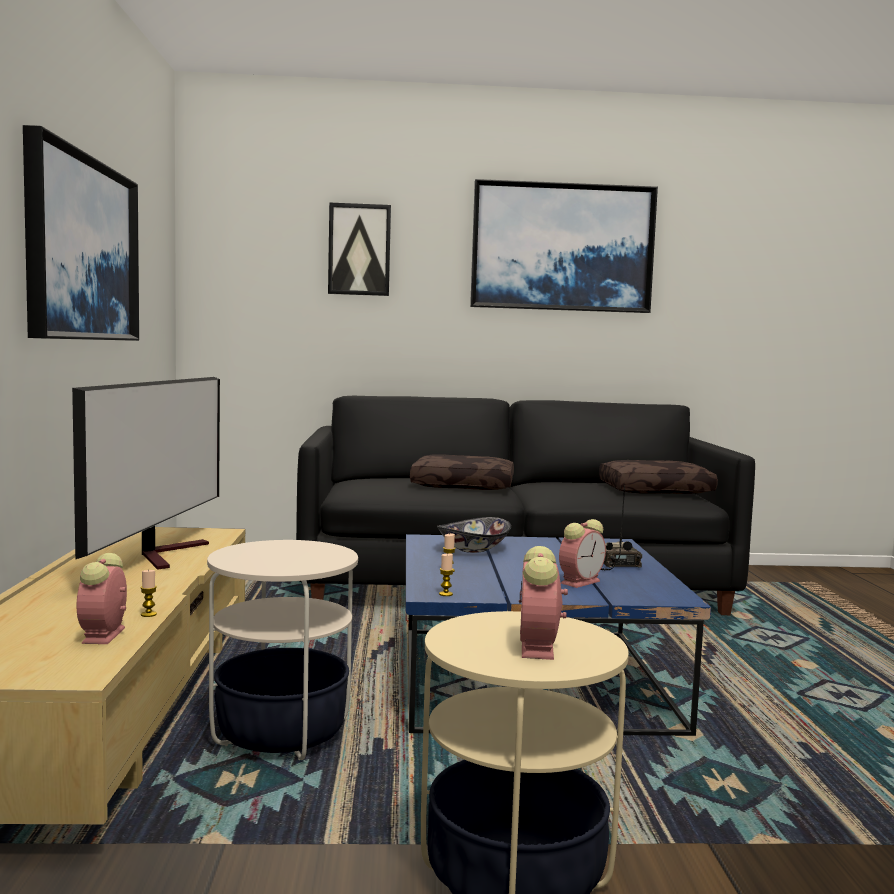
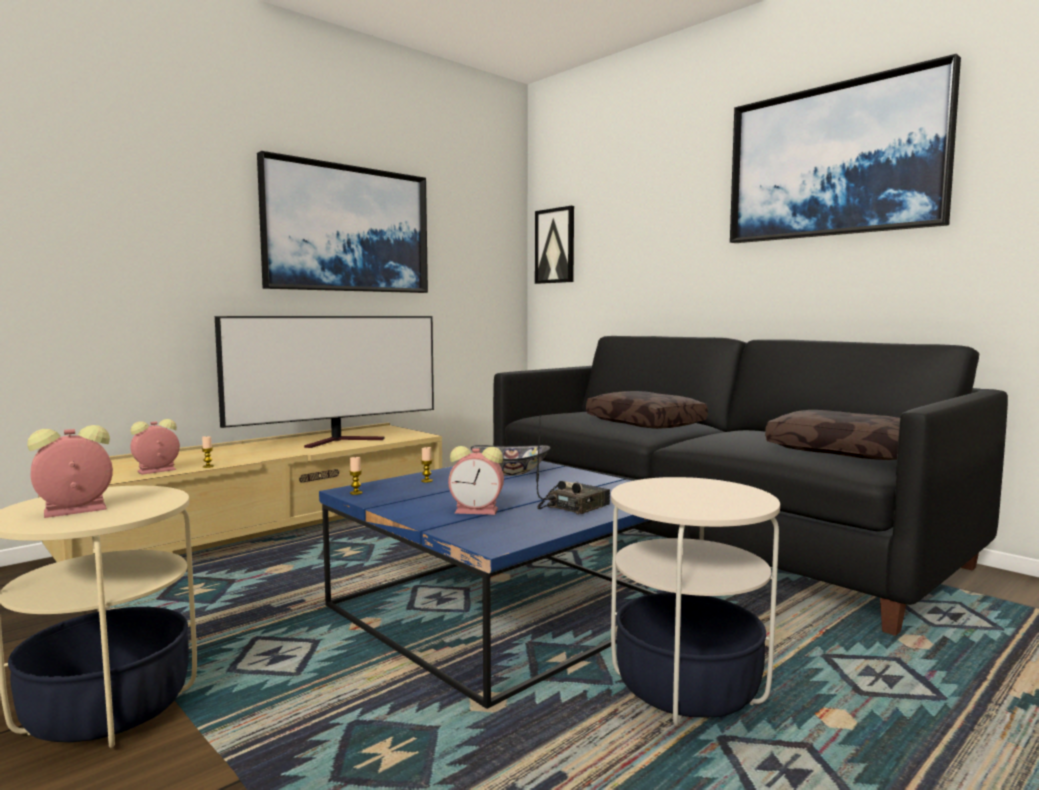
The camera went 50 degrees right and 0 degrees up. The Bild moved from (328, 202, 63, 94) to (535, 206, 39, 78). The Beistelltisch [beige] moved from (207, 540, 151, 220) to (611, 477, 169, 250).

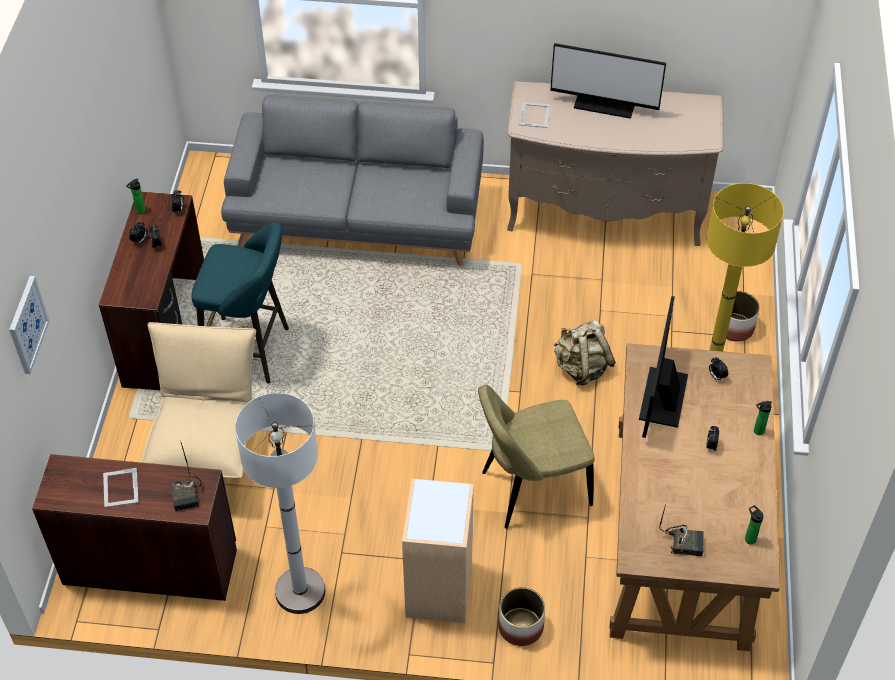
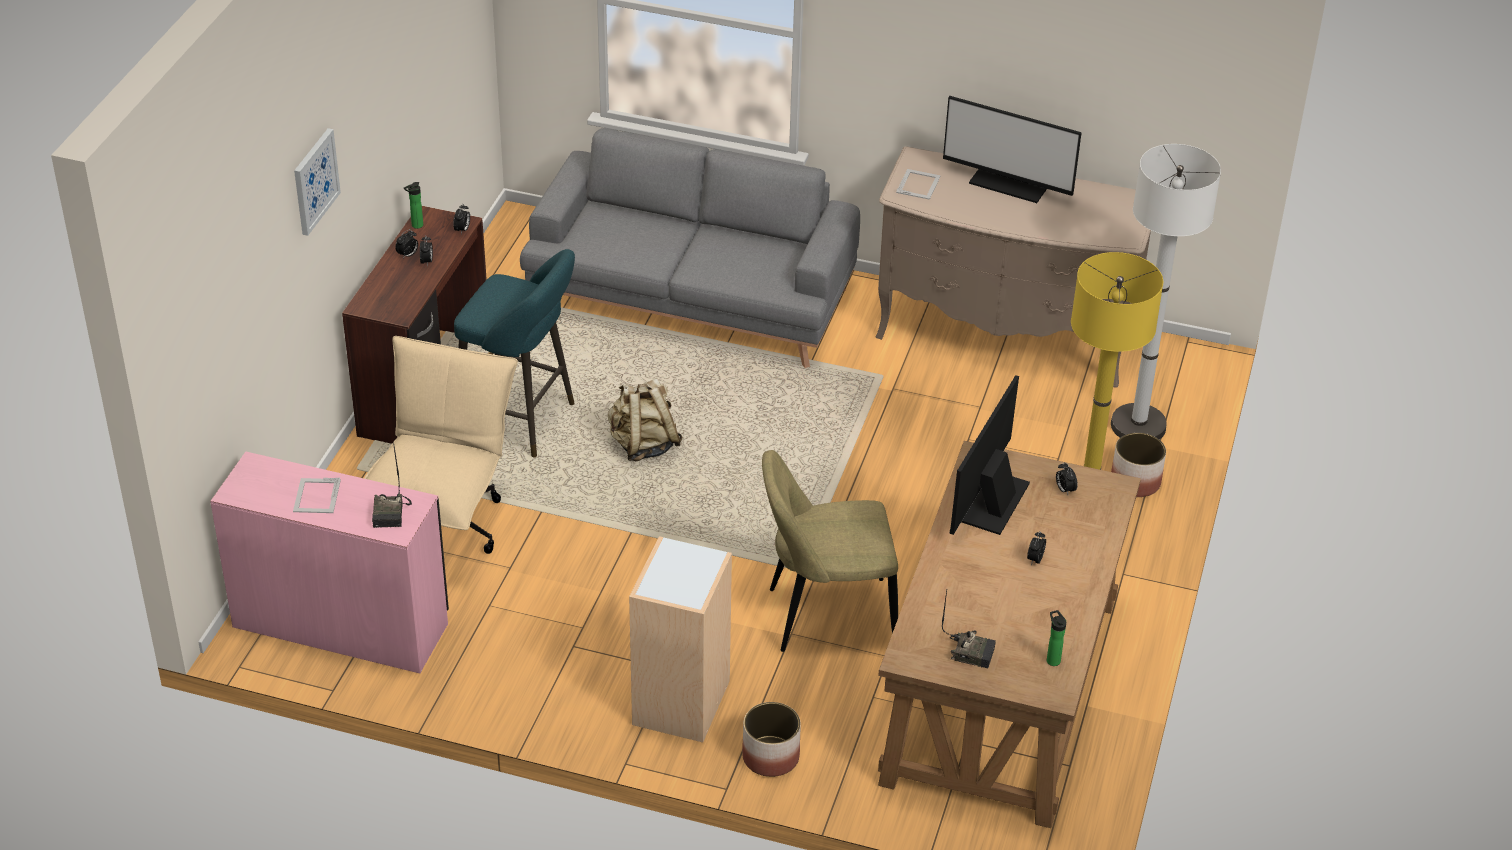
The camera went 10 degrees right and 10 degrees down. The Bild moved from (9, 276, 40, 98) to (294, 128, 47, 108). The Rucksack [beige] moved from (554, 320, 62, 65) to (608, 378, 75, 83). The Stehlampe [weiß] moved from (235, 393, 90, 221) to (1111, 144, 110, 296). The Flasche at (754, 401, 18, 34) disappeared. The Schreibtisch [braun] at (32, 454, 205, 147) became the Schreibtisch [rosa] at (210, 452, 239, 221).

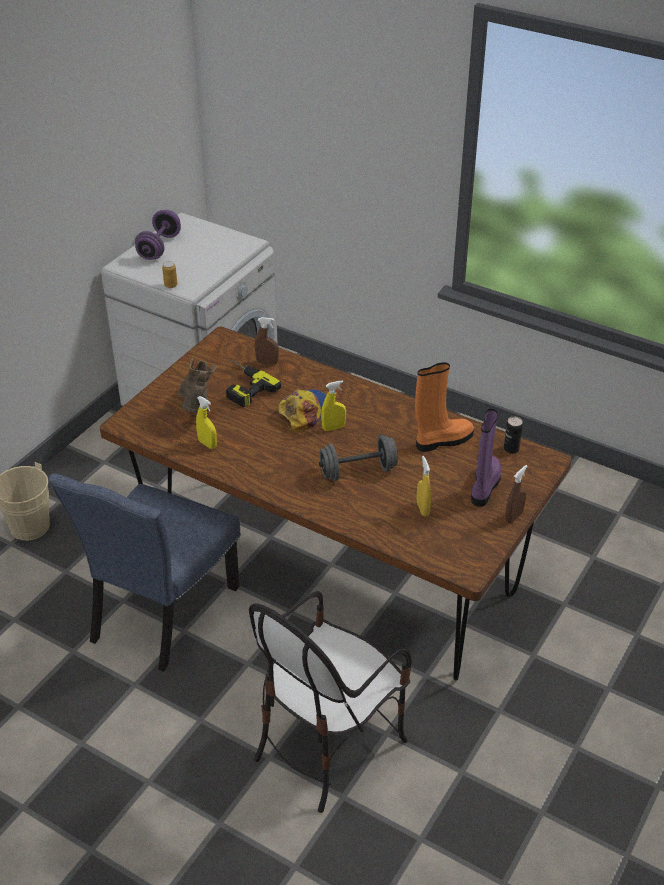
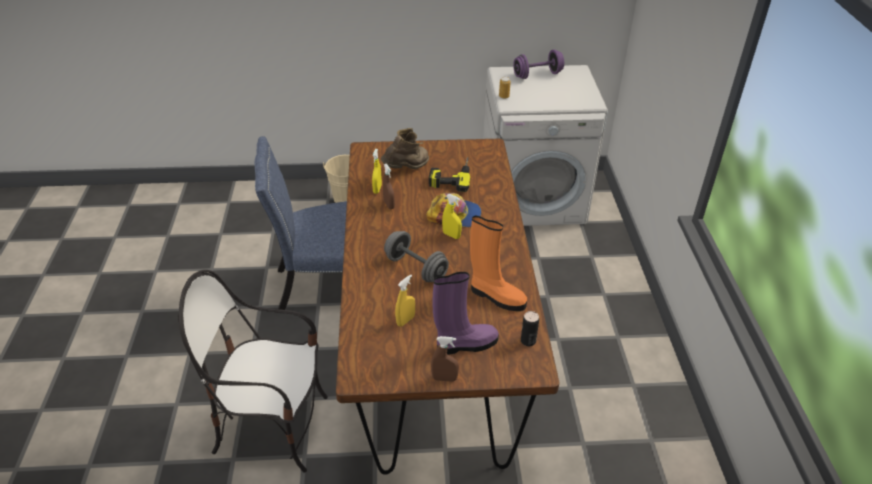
The camera went 55 degrees right and 0 degrees up. The Sprühflasche [braun] moved from (255, 317, 24, 47) to (383, 164, 12, 45).

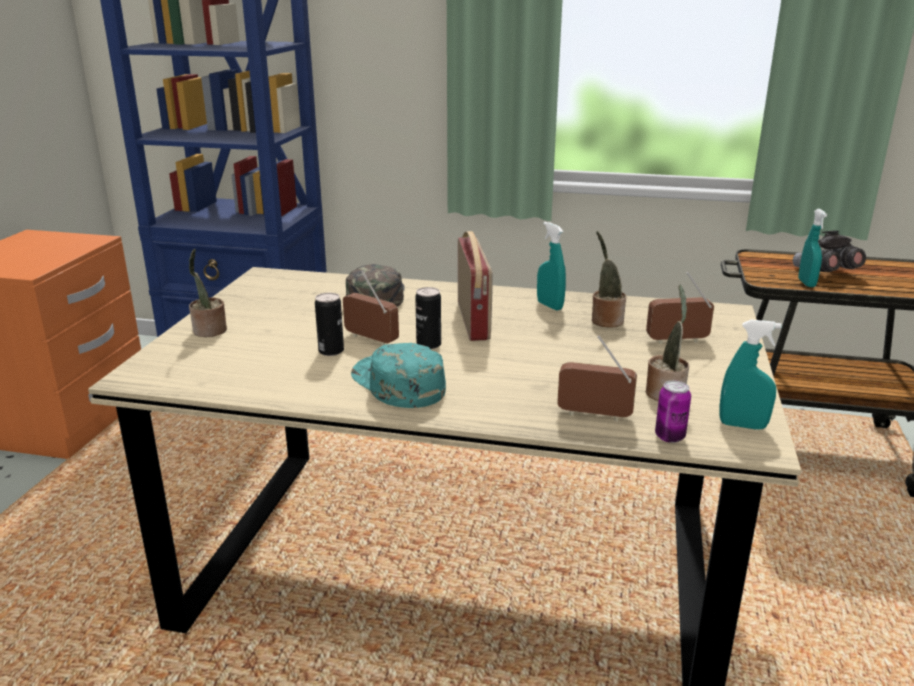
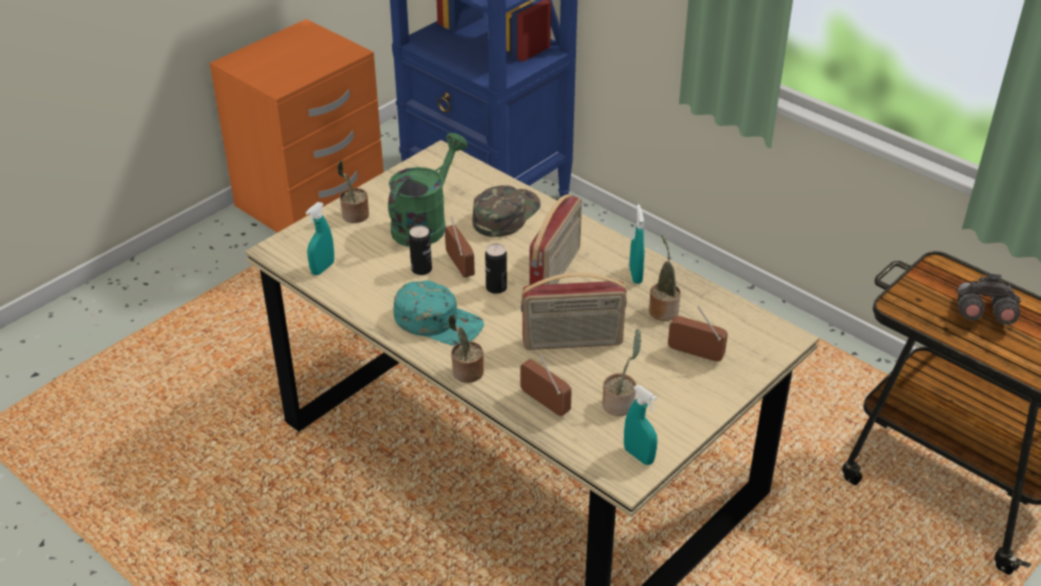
The camera went 30 degrees right and 15 degrees up. The Sprühflasche [türkis] moved from (798, 209, 29, 78) to (305, 202, 29, 73). The Kappe [türkis] at (351, 343, 95, 65) turned 120 degrees clockwise. The Dose at (655, 381, 36, 62) disappeared. The Gießkanne [grün] at (388, 133, 80, 114) appeared. The Radio at (521, 272, 106, 78) appeared. The Topfpflanze at (448, 314, 36, 69) appeared.

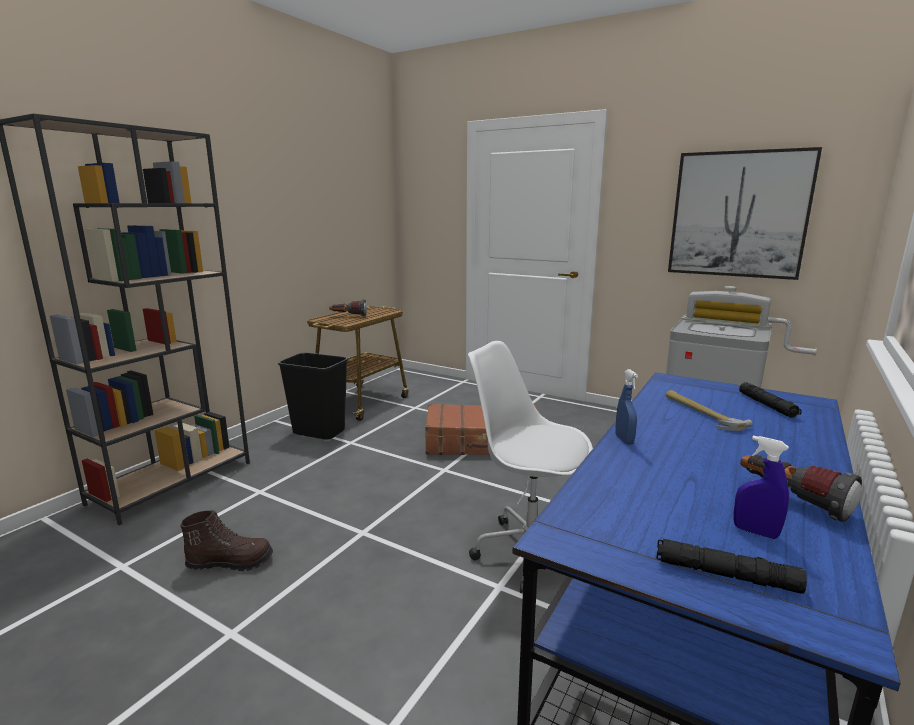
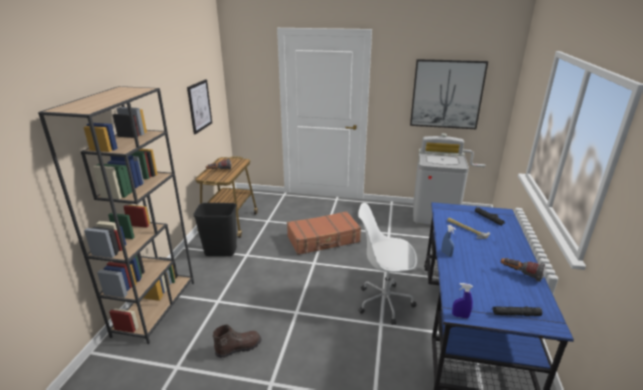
The camera went 20 degrees left and 10 degrees up. The Sprühflasche [blau] moved from (734, 436, 55, 103) to (452, 283, 21, 36). The Bild at (187, 79, 25, 55) appeared.

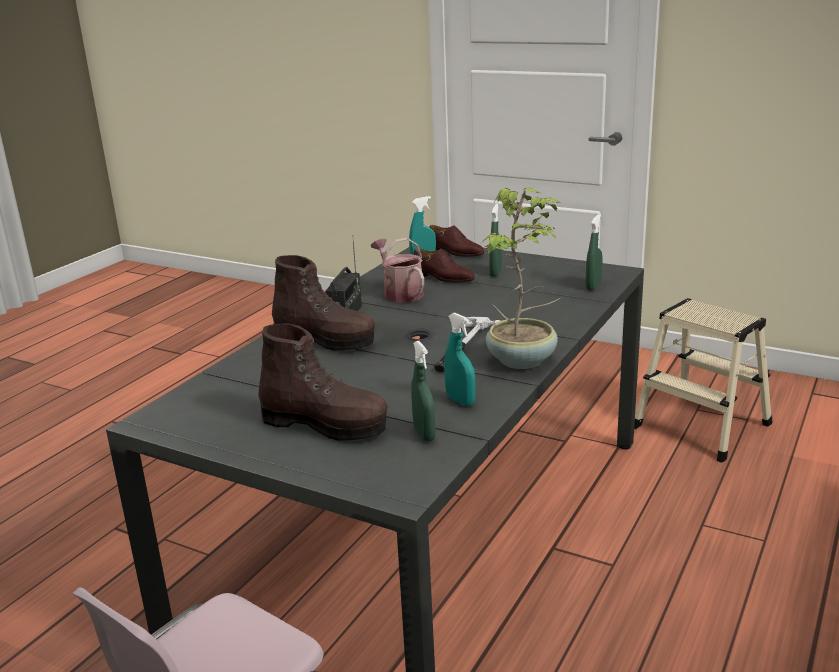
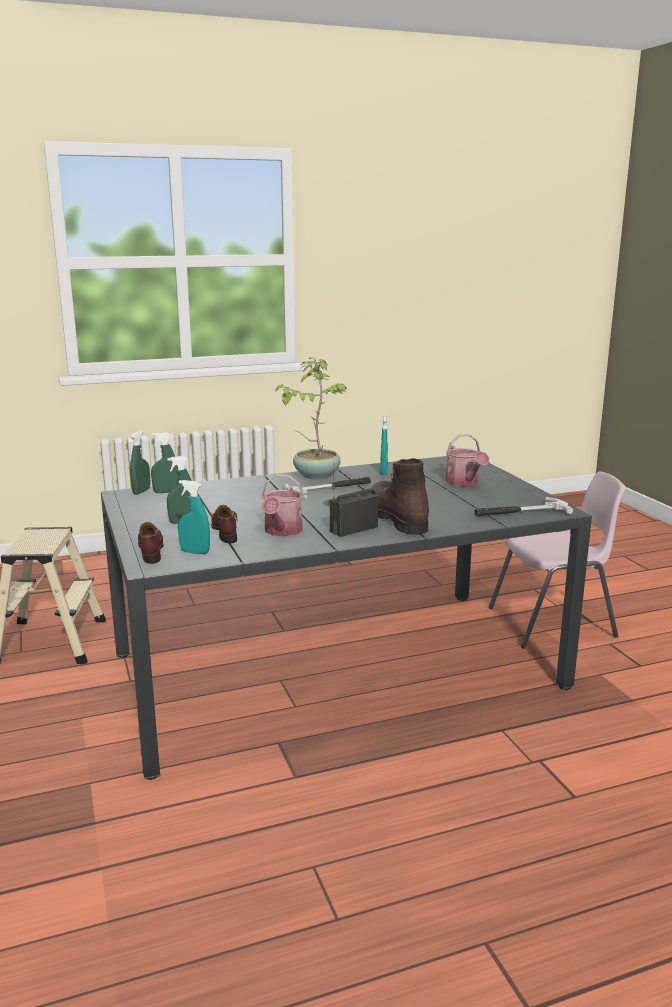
The camera went 140 degrees left and 5 degrees down. The Stiefel [braun] at (258, 323, 129, 118) was replaced by the Gießkanne at (446, 434, 43, 53). The Sprühflasche [grün] moved from (411, 341, 25, 100) to (130, 430, 20, 65). The Hammer at (475, 497, 98, 19) appeared.

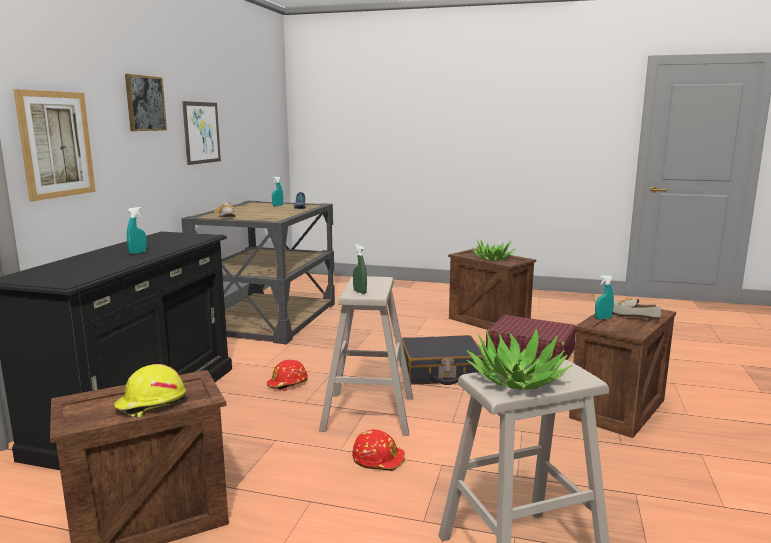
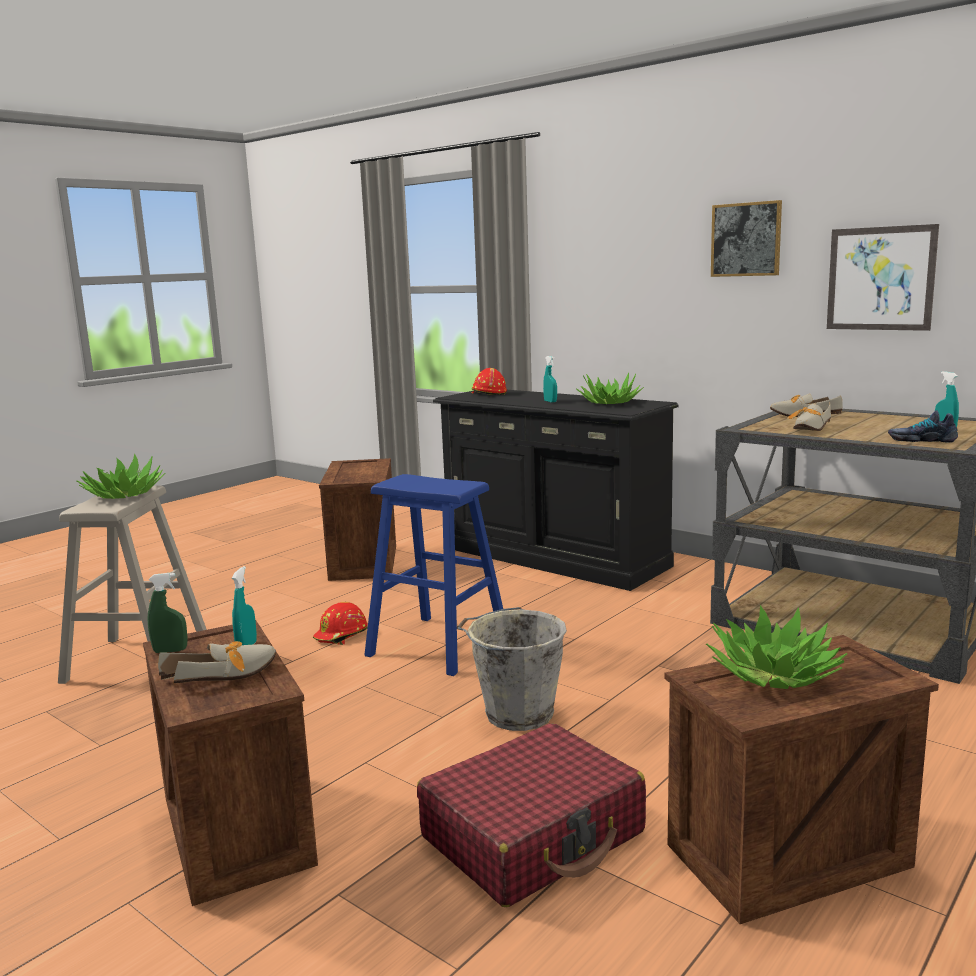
The camera went 115 degrees right and 0 degrees up. The Bild at (13, 89, 83, 112) disappeared. The Sprühflasche [grün] moved from (353, 244, 14, 50) to (148, 573, 39, 80). The Hocker [beige] at (319, 276, 94, 160) became the Hocker [blau] at (364, 474, 139, 202). The Koffer [schwarz] at (402, 335, 82, 50) was replaced by the Eimer [grau] at (457, 607, 110, 124). The Schutzhelm [rot] moved from (267, 359, 41, 32) to (471, 368, 36, 27). The Schutzhelm [gelb] at (113, 364, 73, 54) disappeared. The Topfpflanze at (576, 373, 68, 31) appeared. The Schuh at (787, 402, 44, 29) appeared.

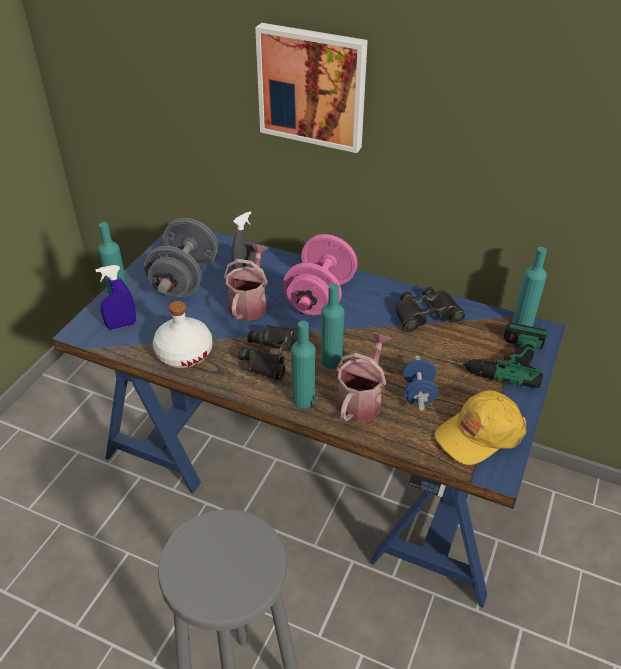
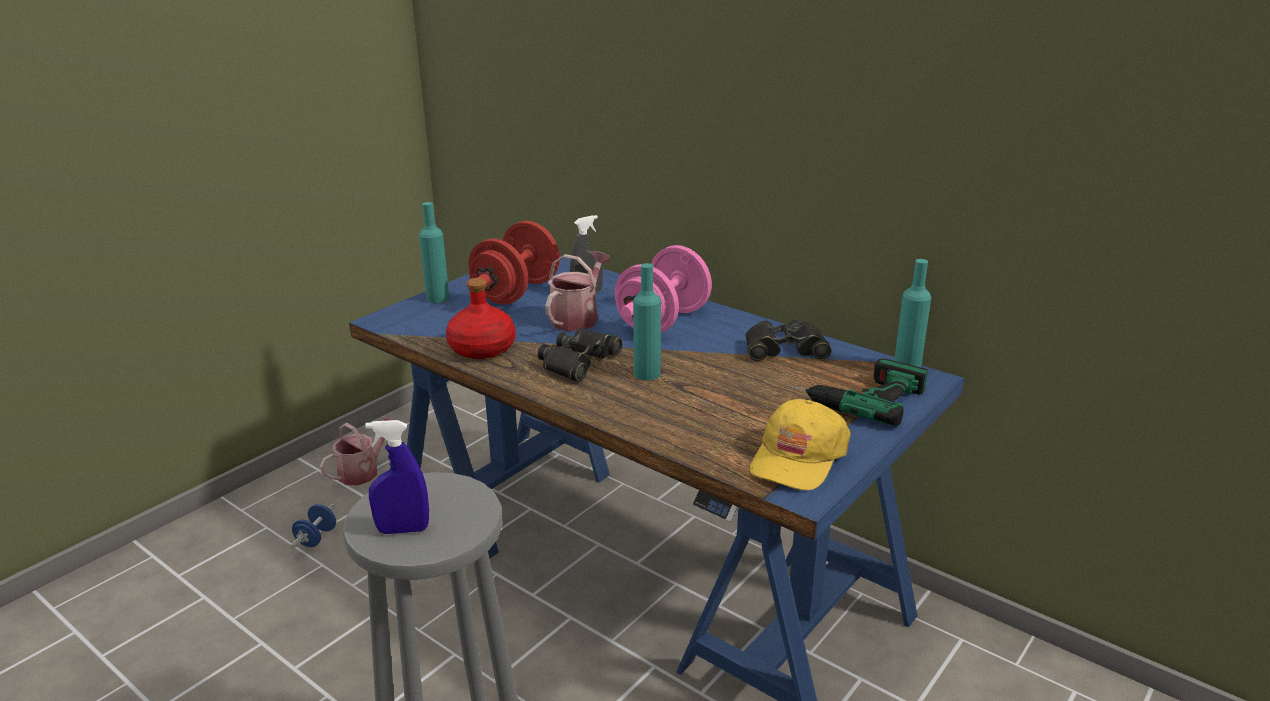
The camera went 15 degrees right and 15 degrees down. The Bild at (255, 23, 113, 130) disappeared. The Hantel [grau] at (144, 218, 74, 79) became the Hantel [rot] at (468, 221, 92, 84). The Sprühflasche [blau] moved from (95, 265, 41, 65) to (365, 420, 64, 114). The Flasche [weiß] at (153, 301, 60, 67) became the Flasche [rot] at (446, 278, 70, 81). The Flasche [türkis] at (291, 321, 25, 87) disappeared. The Gießkanne moved from (336, 332, 56, 90) to (320, 416, 71, 69). The Hantel [blau] moved from (403, 356, 35, 55) to (291, 504, 45, 44). The Kappe [gelb] at (435, 390, 91, 75) turned 45 degrees counterclockwise.

